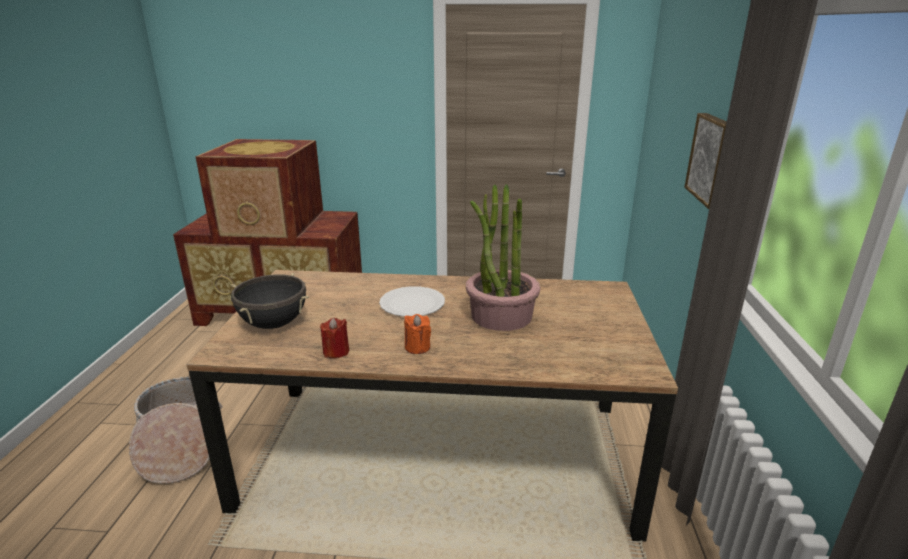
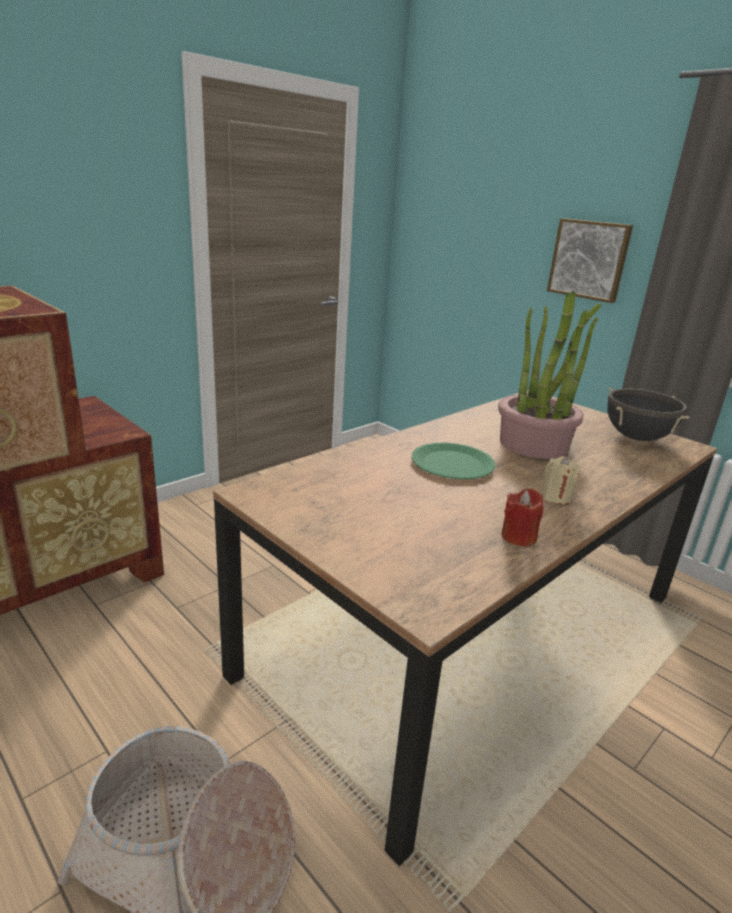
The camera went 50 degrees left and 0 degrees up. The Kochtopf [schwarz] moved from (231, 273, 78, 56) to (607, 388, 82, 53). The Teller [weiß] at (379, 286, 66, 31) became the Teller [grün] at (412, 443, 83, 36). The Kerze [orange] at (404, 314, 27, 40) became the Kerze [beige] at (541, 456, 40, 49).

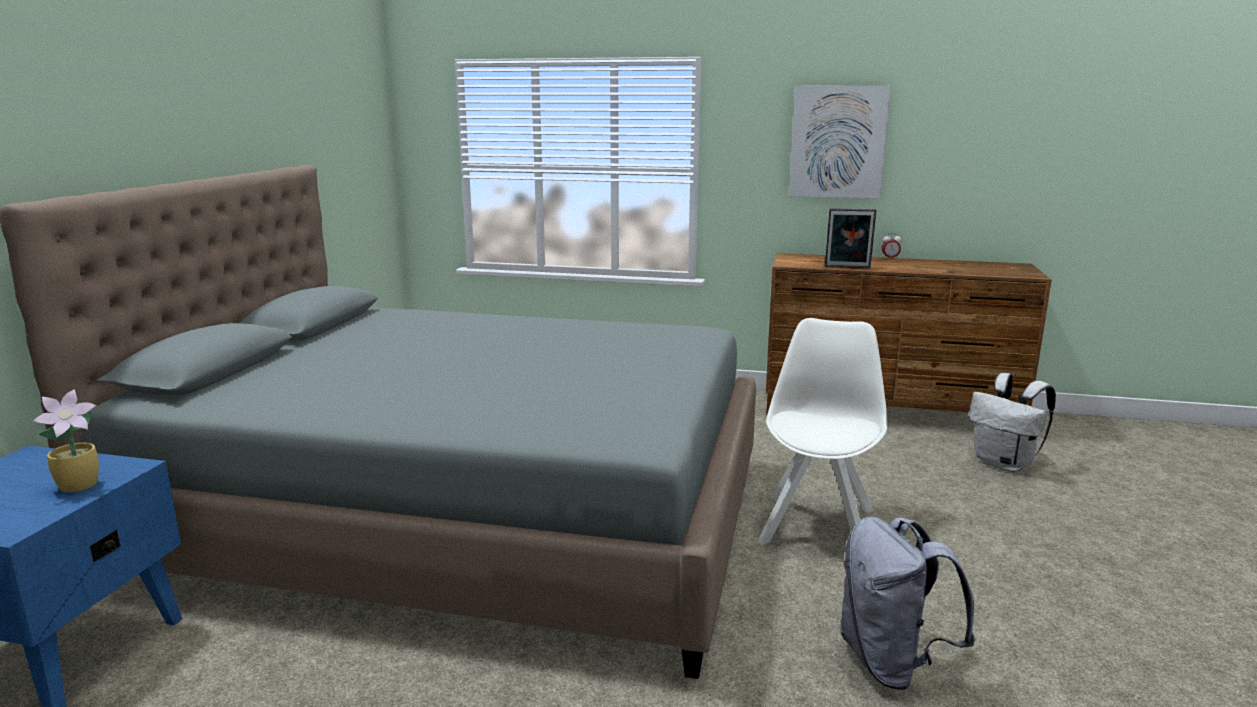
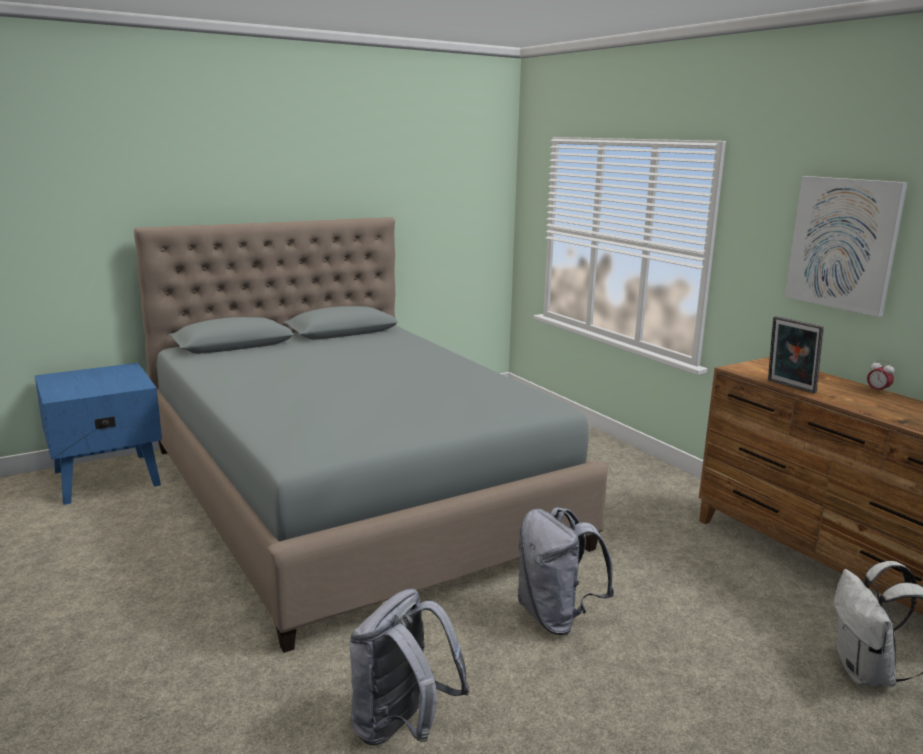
The camera went 45 degrees right and 0 degrees up. The Stuhl [weiß] at (758, 318, 129, 227) was replaced by the Rucksack [grau] at (518, 507, 96, 128). The Topfpflanze at (32, 389, 67, 103) disappeared.

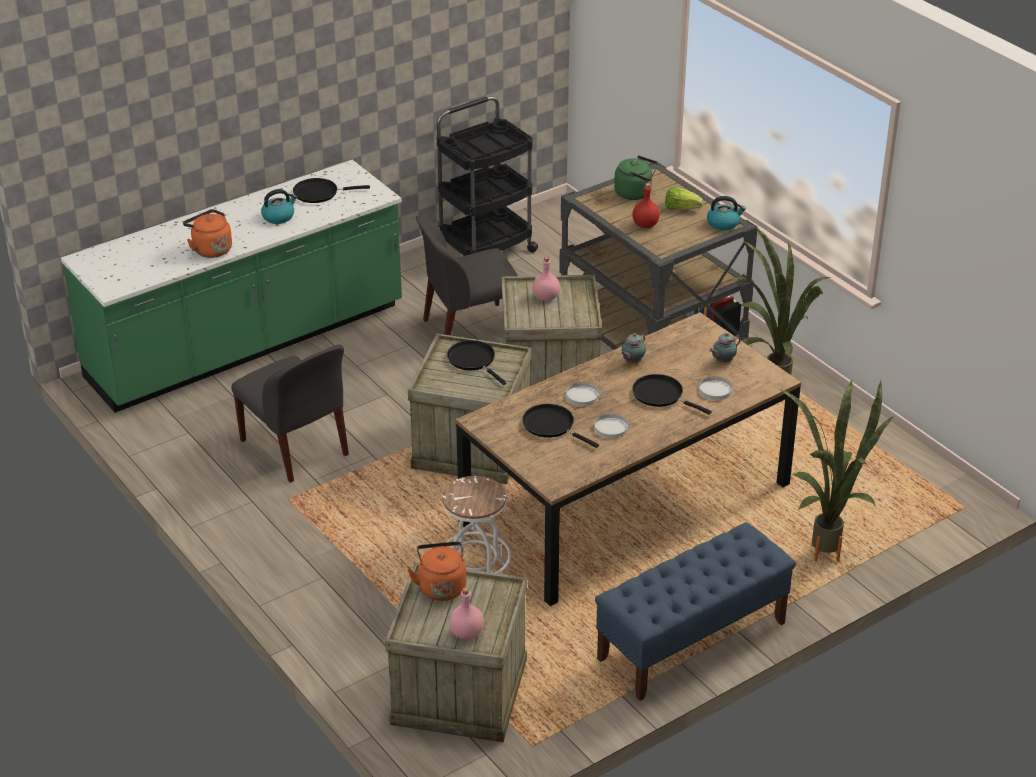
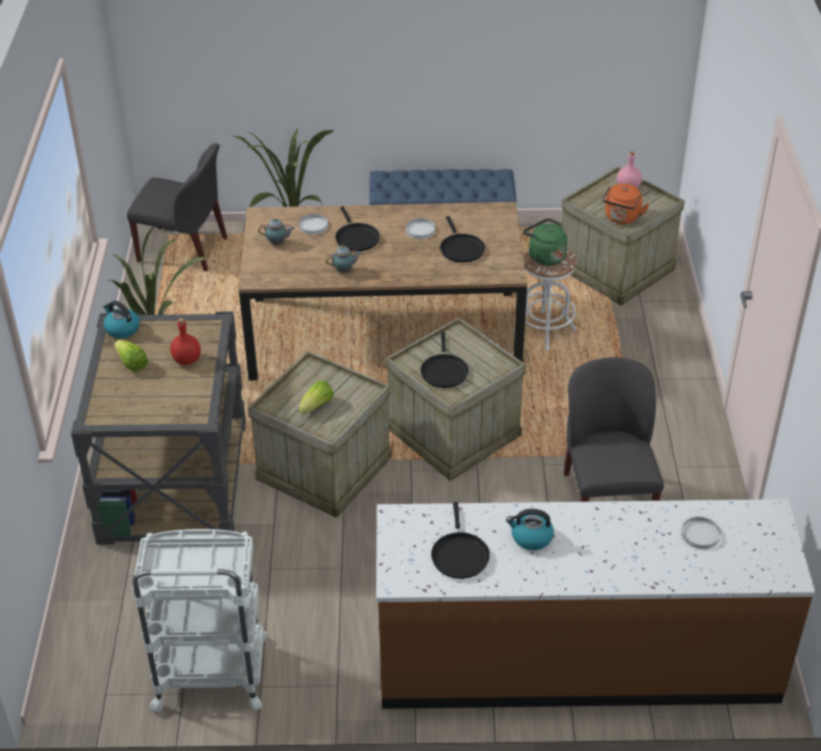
The camera went 145 degrees left and 5 degrees up. The Rollwagen [schwarz] at (436, 97, 102, 159) became the Rollwagen [weiß] at (132, 529, 135, 184). The Wasserkessel [grün] moved from (614, 155, 44, 45) to (523, 218, 45, 48). The Küchenzeile [grün] at (61, 160, 341, 253) became the Küchenzeile [braun] at (376, 499, 439, 210). The Pfanne [schwarz] at (293, 178, 77, 25) turned 60 degrees clockwise. The Wasserkessel [orange] at (183, 209, 49, 49) disappeared. The Stuhl [grau] moved from (416, 215, 102, 120) to (127, 143, 100, 128). The Flasche [rosa] at (533, 257, 27, 44) was replaced by the Salatkopf at (299, 381, 35, 33). The Teller [weiß] moved from (566, 382, 33, 24) to (681, 517, 40, 32).

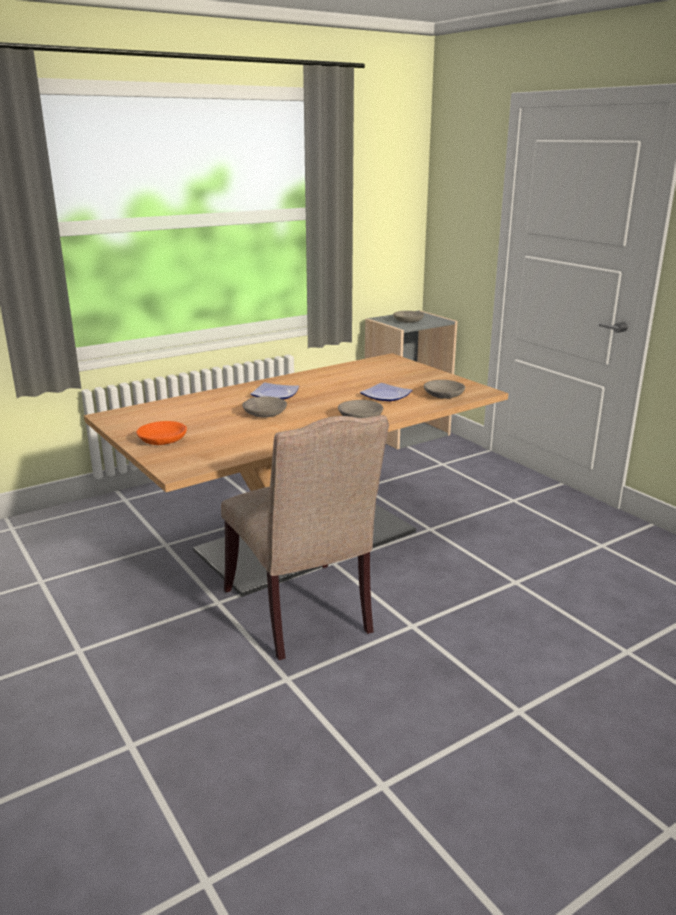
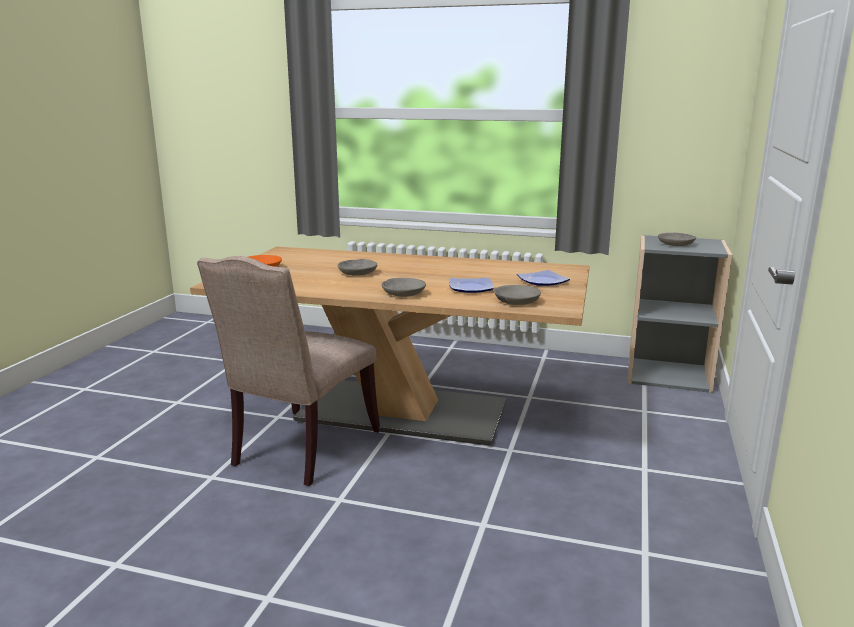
The camera went 50 degrees right and 5 degrees down. The Teller moved from (251, 383, 48, 16) to (517, 270, 53, 16).

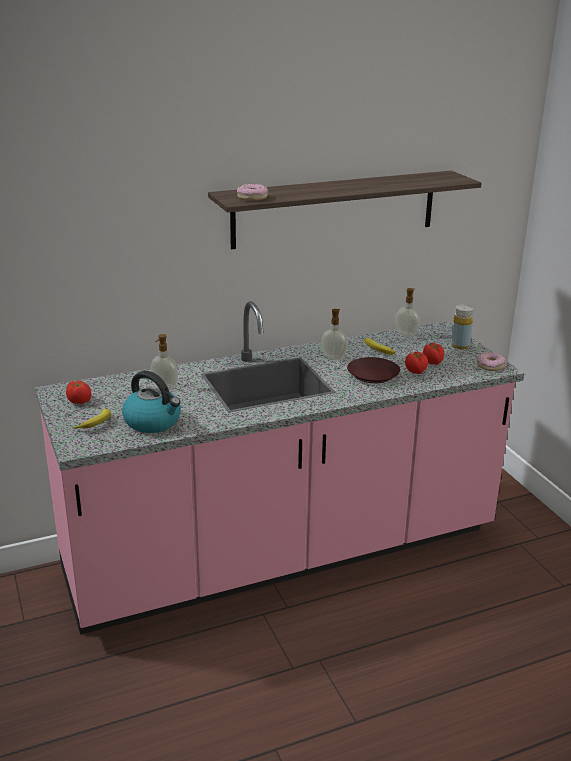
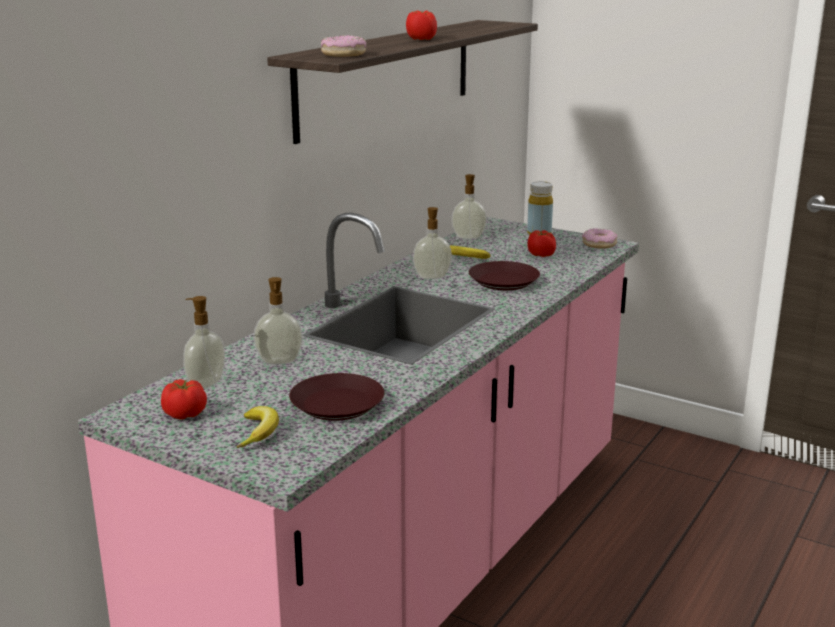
The camera went 35 degrees left and 5 degrees down. The Tomate moved from (405, 352, 23, 22) to (406, 11, 31, 29). The Wasserkessel at (122, 371, 59, 62) was replaced by the Teller [braun] at (289, 373, 95, 48). The Seifenspender at (183, 296, 42, 93) appeared.

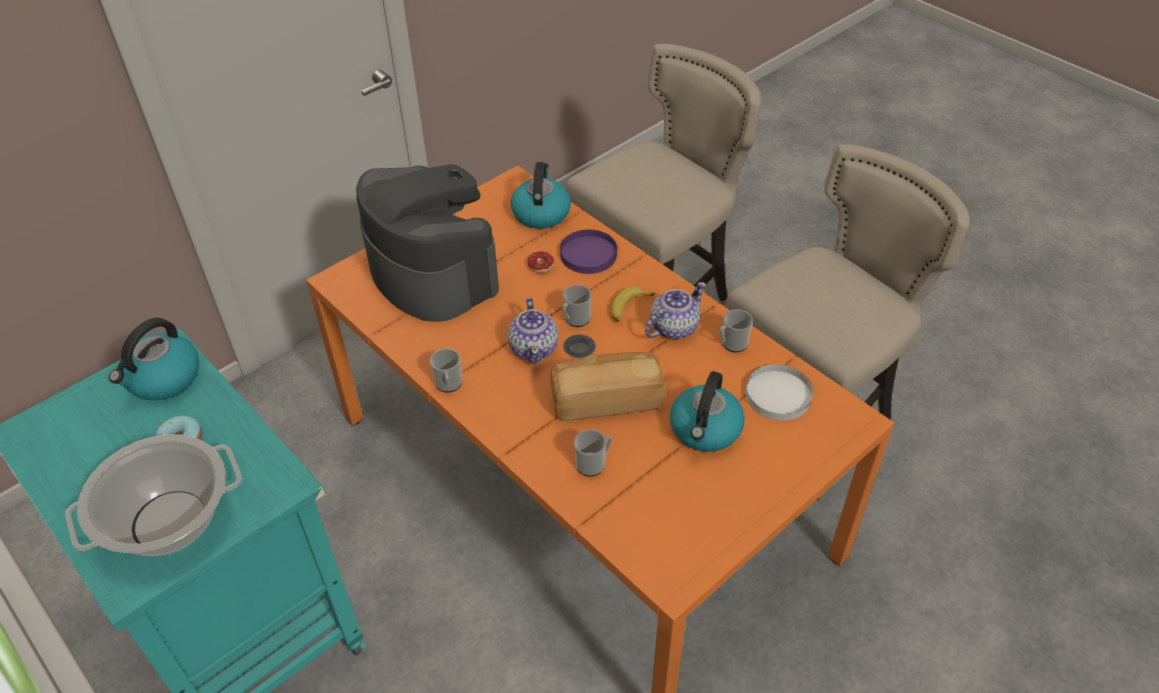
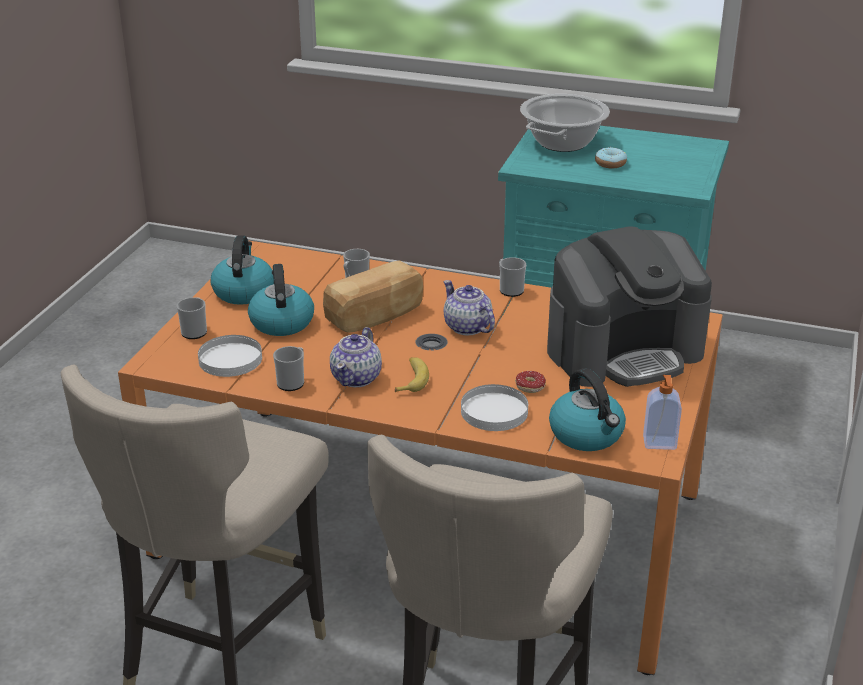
The camera went 150 degrees right and 15 degrees down. The Kaffeemaschine at (356, 164, 143, 158) turned 45 degrees counterclockwise. The Teller [lila] at (560, 230, 57, 44) became the Teller [weiß] at (461, 384, 67, 47). The Henkelbecher moved from (562, 285, 30, 42) to (176, 297, 31, 42). The Wasserkessel moved from (109, 318, 90, 83) to (211, 235, 63, 70). The Seifenspender at (643, 375, 39, 75) appeared.

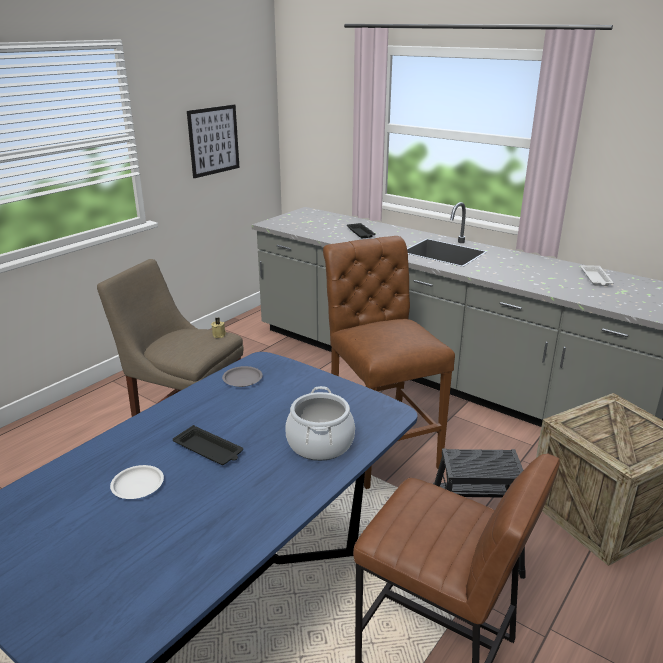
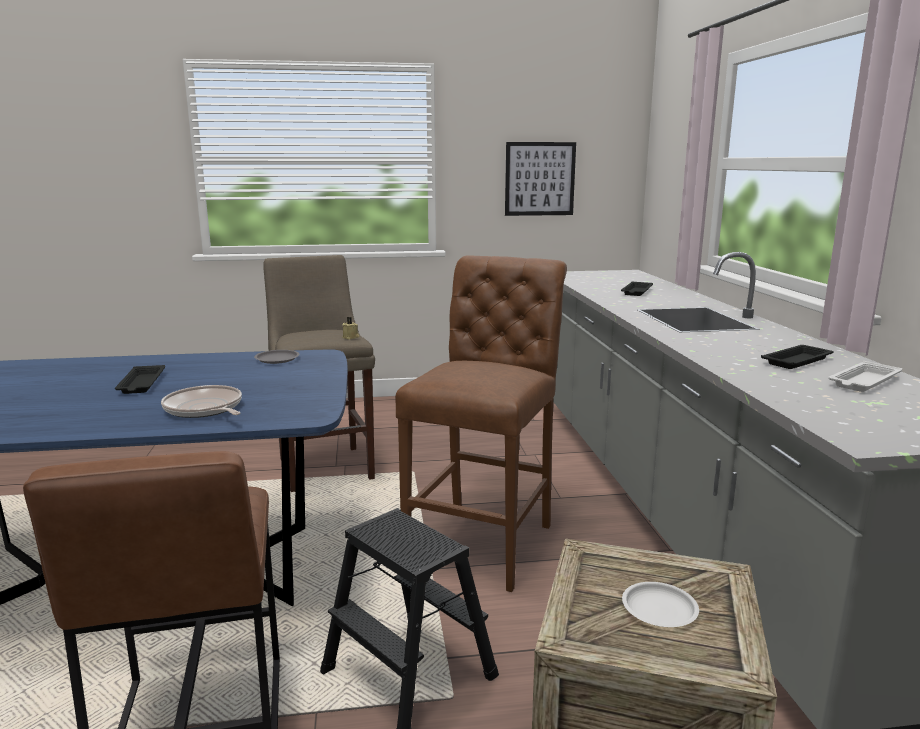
The camera went 45 degrees right and 10 degrees down. The Kochtopf at (285, 386, 70, 75) was replaced by the Pfanne at (161, 385, 81, 33). The Teller [weiß] moved from (110, 465, 54, 34) to (622, 582, 77, 45). The Tablett [schwarz] at (761, 345, 73, 24) appeared.

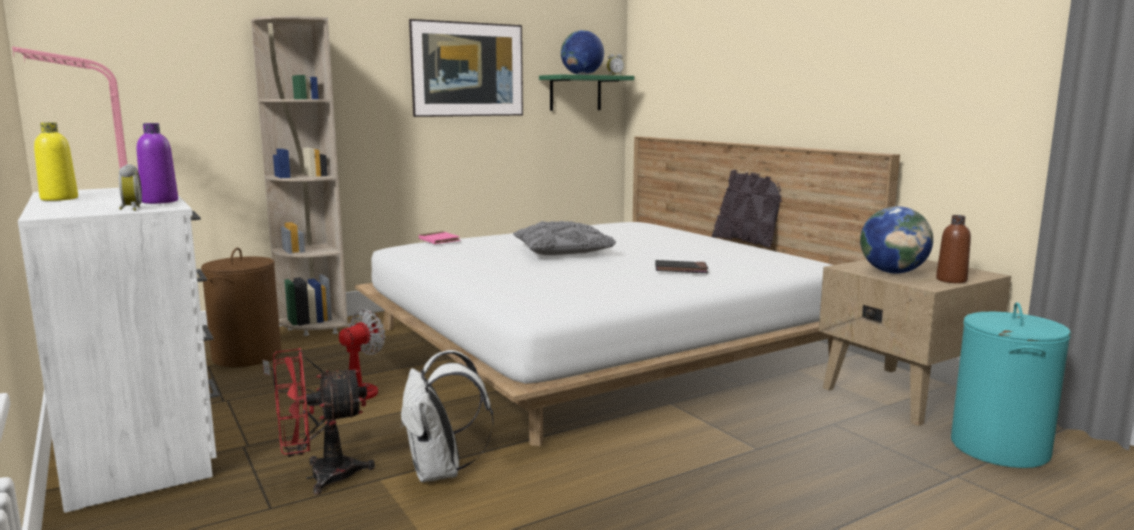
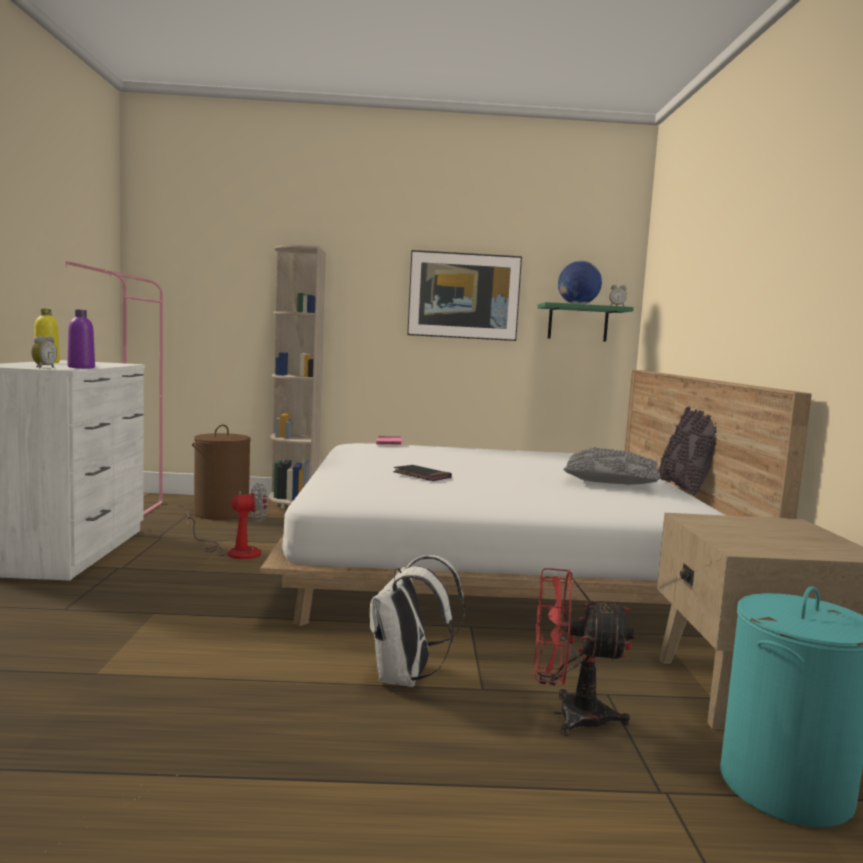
The camera went 30 degrees right and 5 degrees down. The Globus at (860, 206, 73, 67) disappeared. The Flasche [braun] at (936, 215, 35, 68) disappeared. The Kissen [grau] moved from (513, 221, 103, 34) to (564, 447, 97, 38). The Buch [schwarz] moved from (655, 260, 53, 13) to (393, 465, 59, 16). The Ventilator [rot] moved from (273, 348, 102, 147) to (534, 568, 100, 168). The Rucksack [weiß] moved from (400, 350, 94, 132) to (370, 555, 95, 132).

